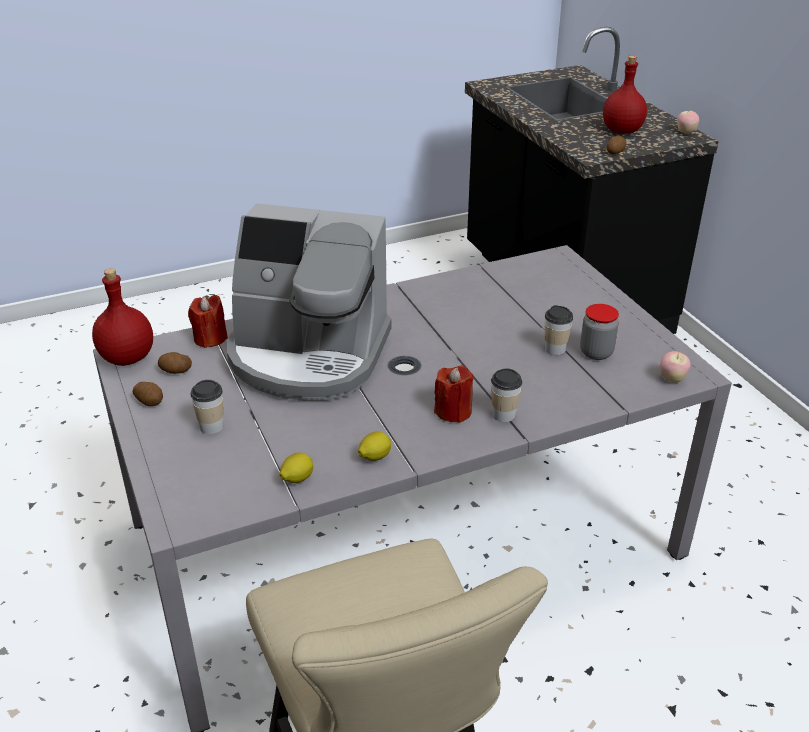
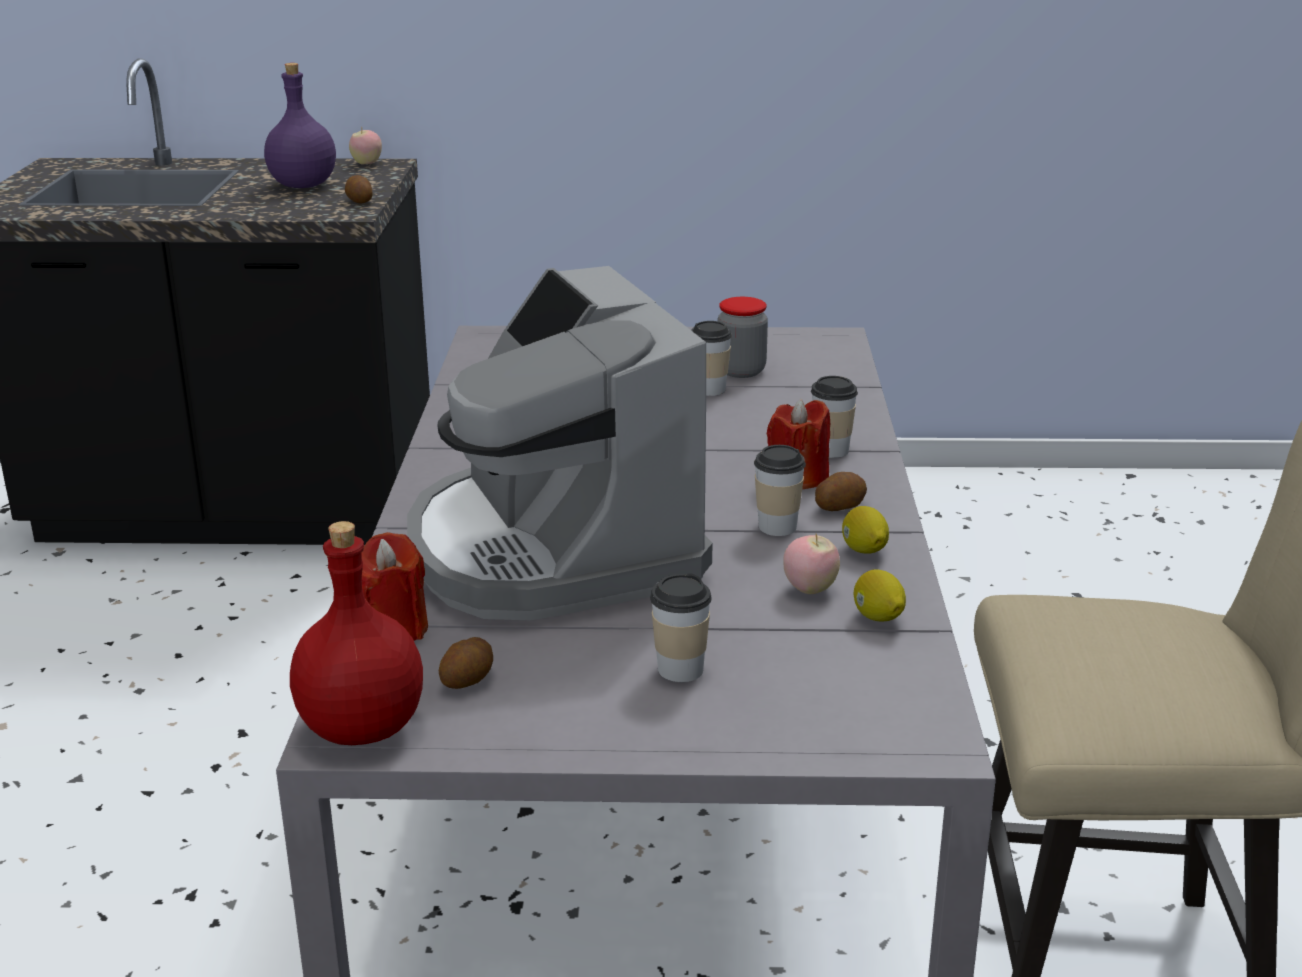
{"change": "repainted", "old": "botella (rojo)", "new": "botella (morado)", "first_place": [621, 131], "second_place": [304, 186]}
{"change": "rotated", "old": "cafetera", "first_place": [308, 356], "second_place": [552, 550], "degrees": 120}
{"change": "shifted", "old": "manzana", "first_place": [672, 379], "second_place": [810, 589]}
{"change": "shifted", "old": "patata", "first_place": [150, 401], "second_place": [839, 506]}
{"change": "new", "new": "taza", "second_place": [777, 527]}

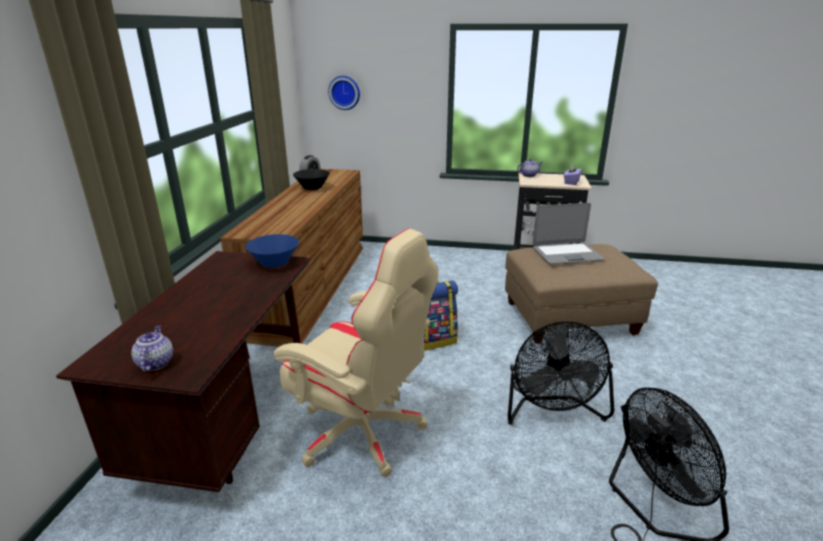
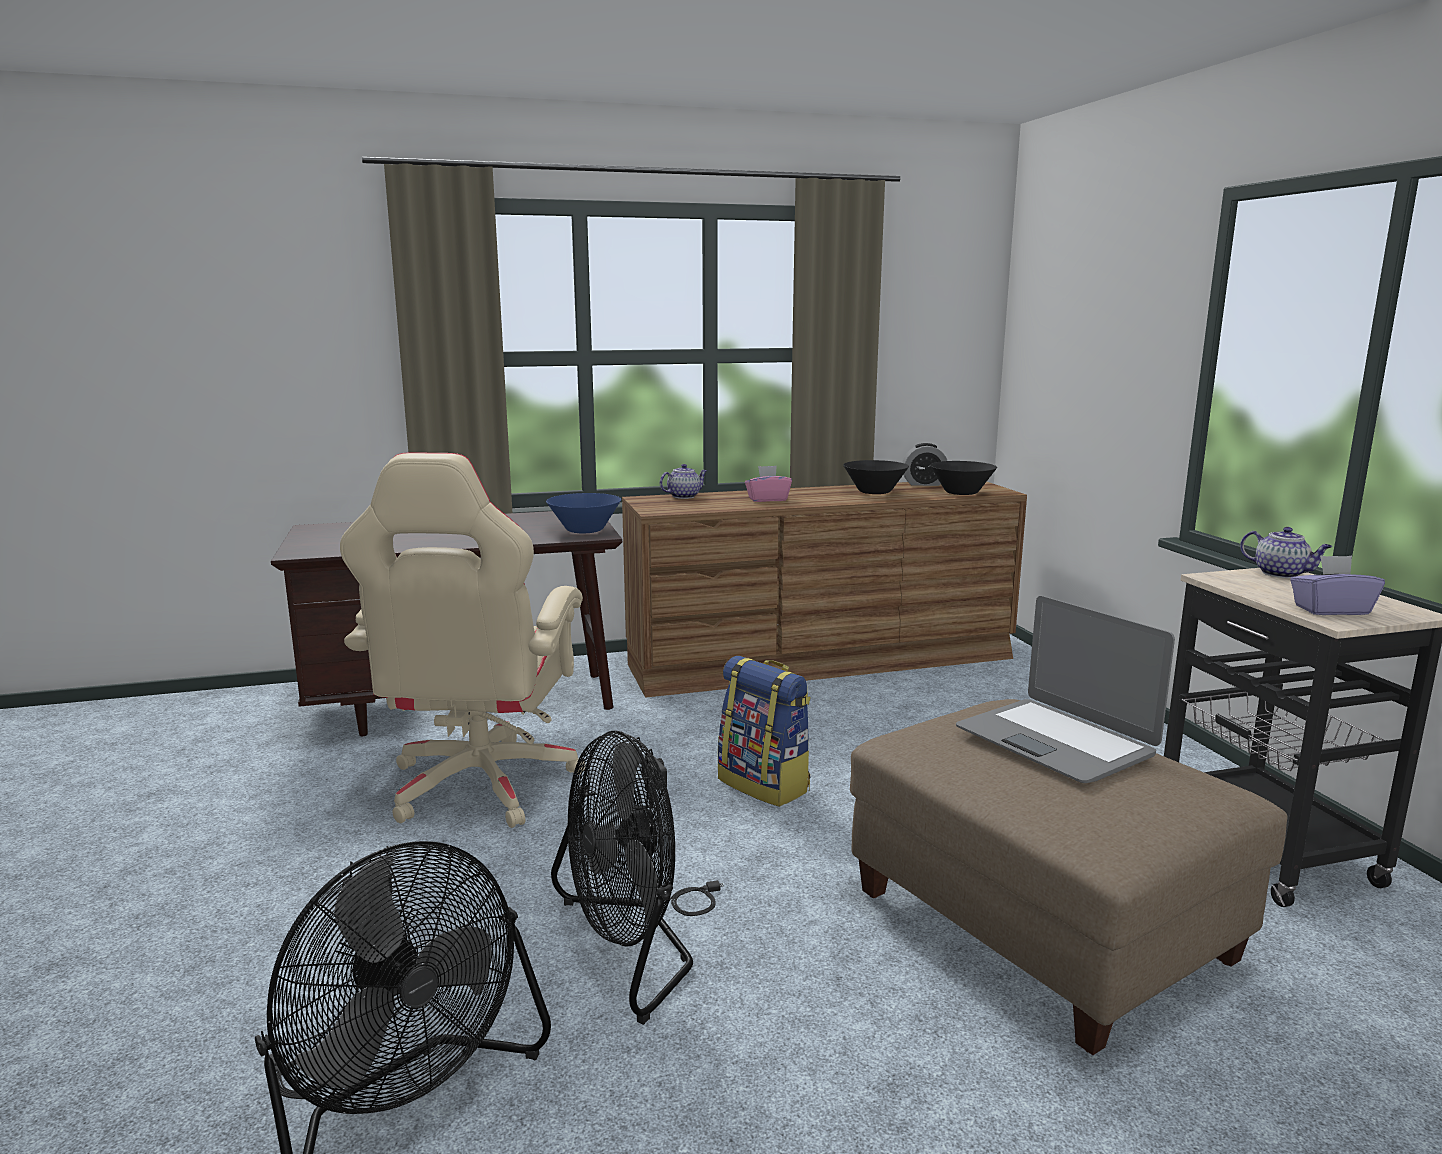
{"change": "gone", "old": "reloj de pared", "first_place": [345, 92]}
{"change": "shifted", "old": "tetera", "first_place": [155, 363], "second_place": [684, 496]}
{"change": "new", "new": "cuenco (negro)", "second_place": [961, 493]}
{"change": "new", "new": "caja de pañuelos (rosa)", "second_place": [767, 499]}

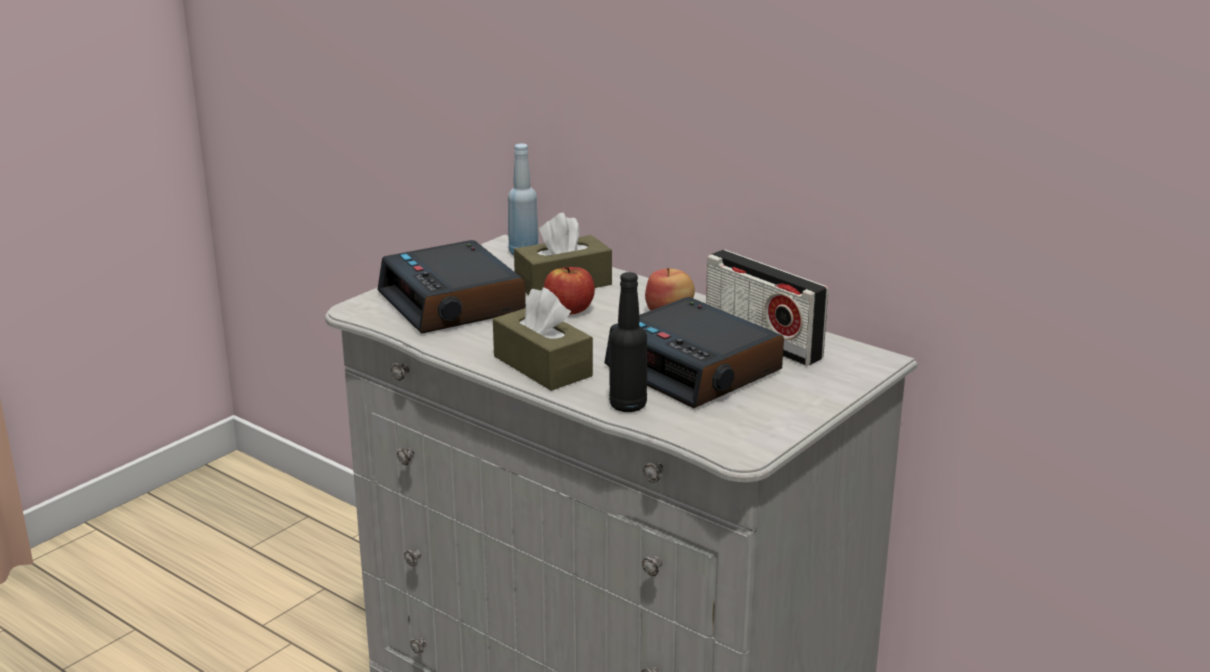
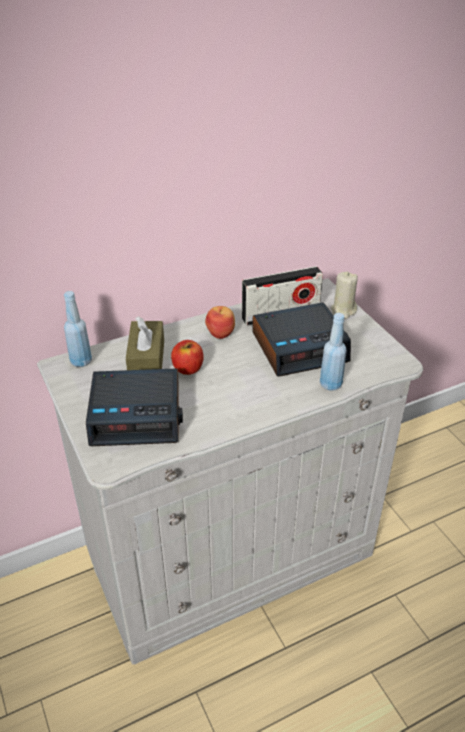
{"change": "repainted", "old": "botella (negro)", "new": "botella (azul)", "first_place": [628, 405], "second_place": [330, 384]}
{"change": "gone", "old": "caja de pañuelos (marrón)", "first_place": [542, 366]}
{"change": "new", "new": "vela (beis)", "second_place": [343, 310]}

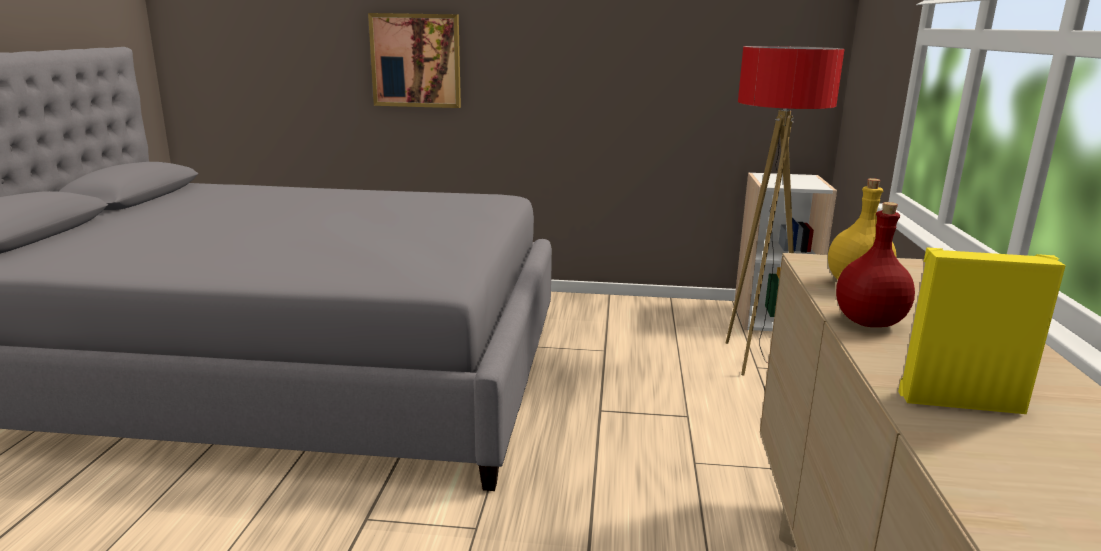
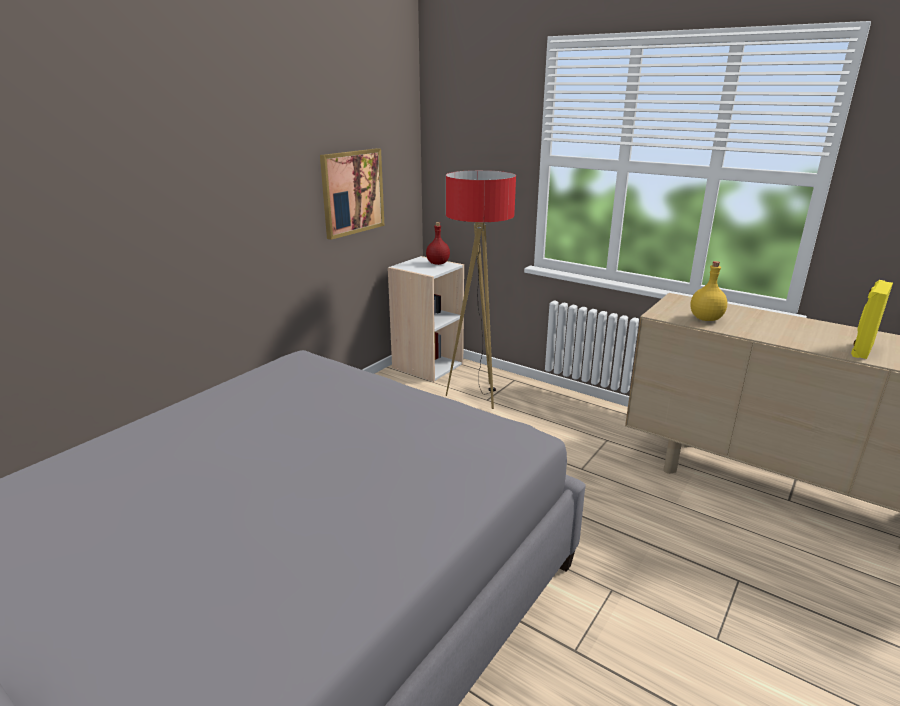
{"change": "shifted", "old": "cuadro", "first_place": [416, 60], "second_place": [352, 192]}
{"change": "shifted", "old": "botella (rojo)", "first_place": [869, 323], "second_place": [438, 263]}

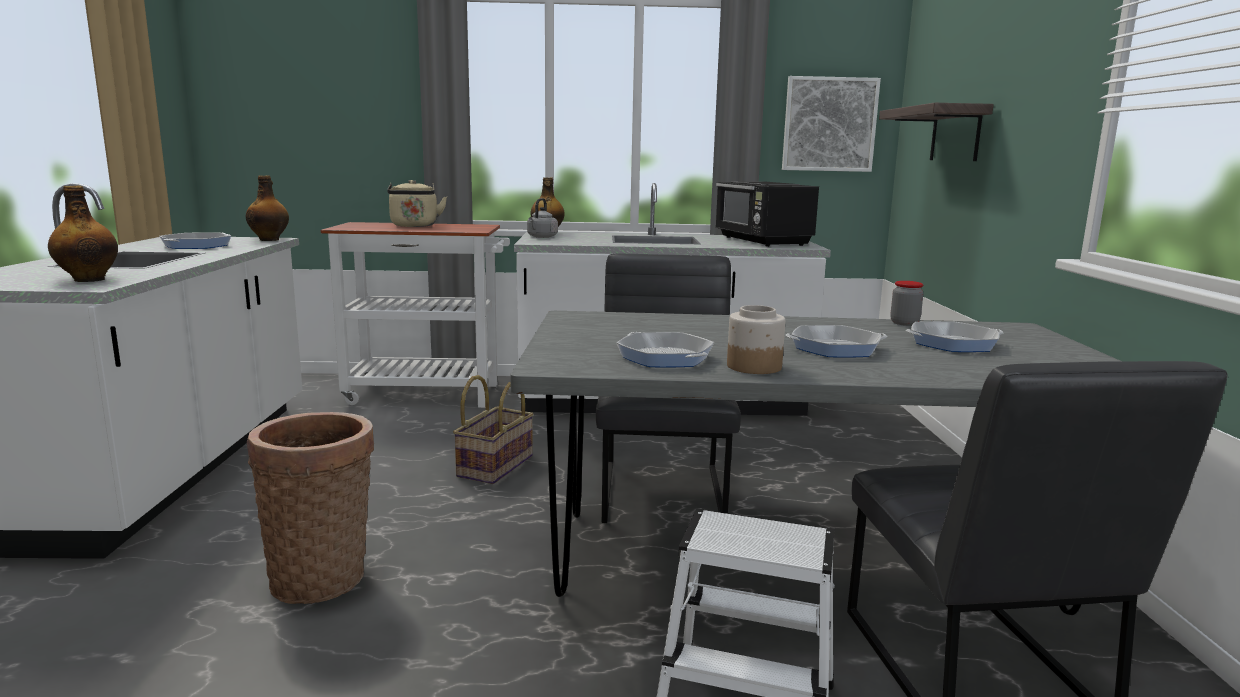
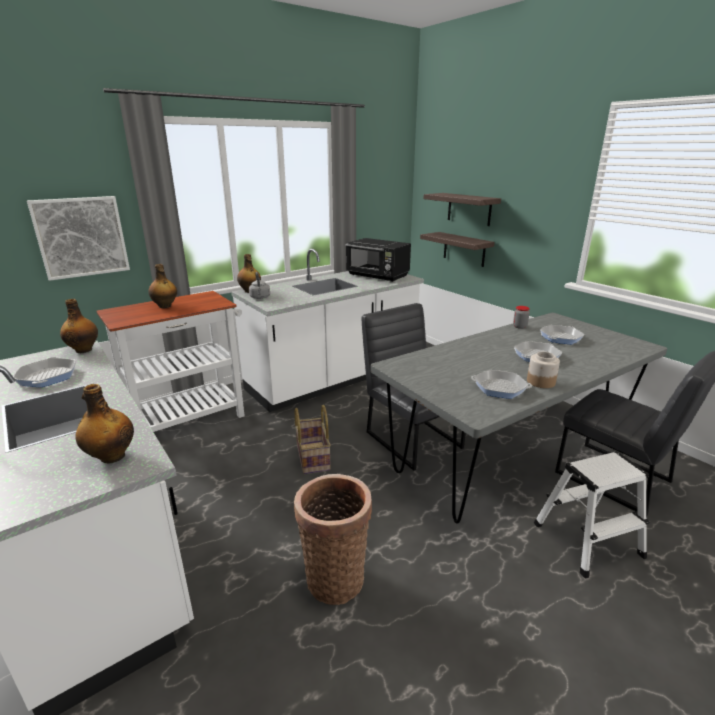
{"change": "shifted", "old": "cuadro", "first_place": [829, 124], "second_place": [81, 237]}
{"change": "swapped", "old": "hervidor (beis)", "new": "botella", "first_place": [414, 226], "second_place": [165, 306]}
{"change": "new", "new": "estante", "second_place": [464, 249]}

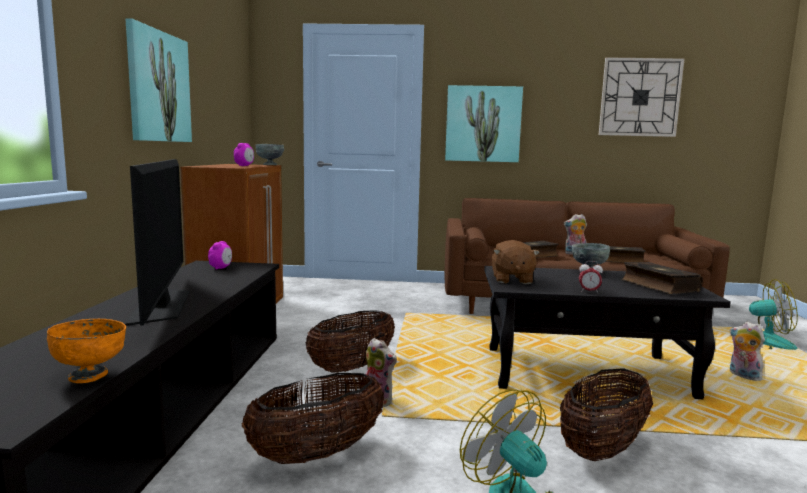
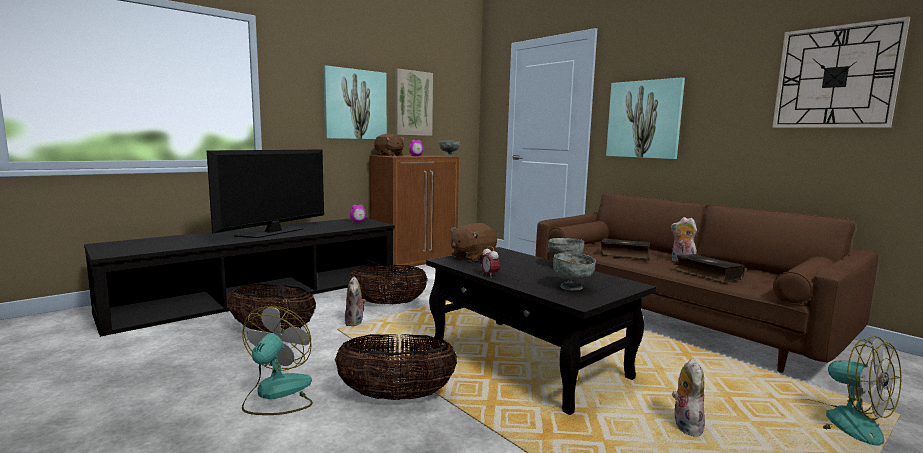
{"change": "swapped", "old": "libro", "new": "cuenco (gris)", "first_place": [658, 286], "second_place": [572, 287]}
{"change": "gone", "old": "cuenco (naranja)", "first_place": [90, 375]}
{"change": "new", "new": "cuadro", "second_place": [413, 103]}
{"change": "new", "new": "peluche (marrón)", "second_place": [389, 155]}

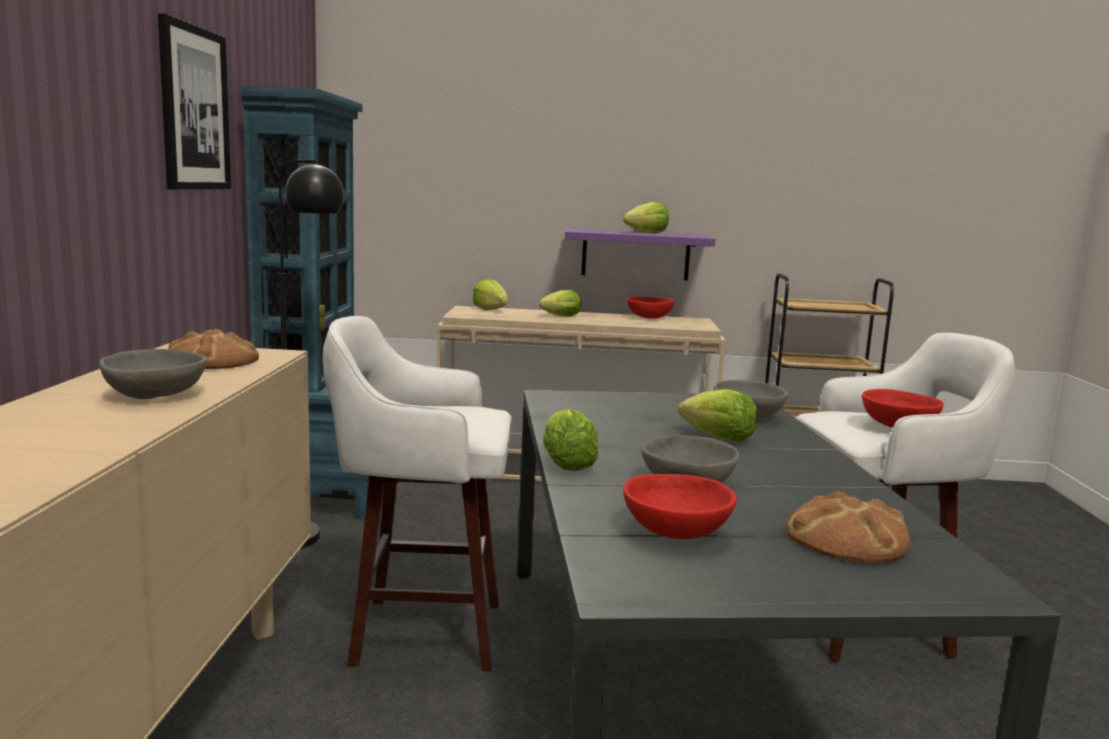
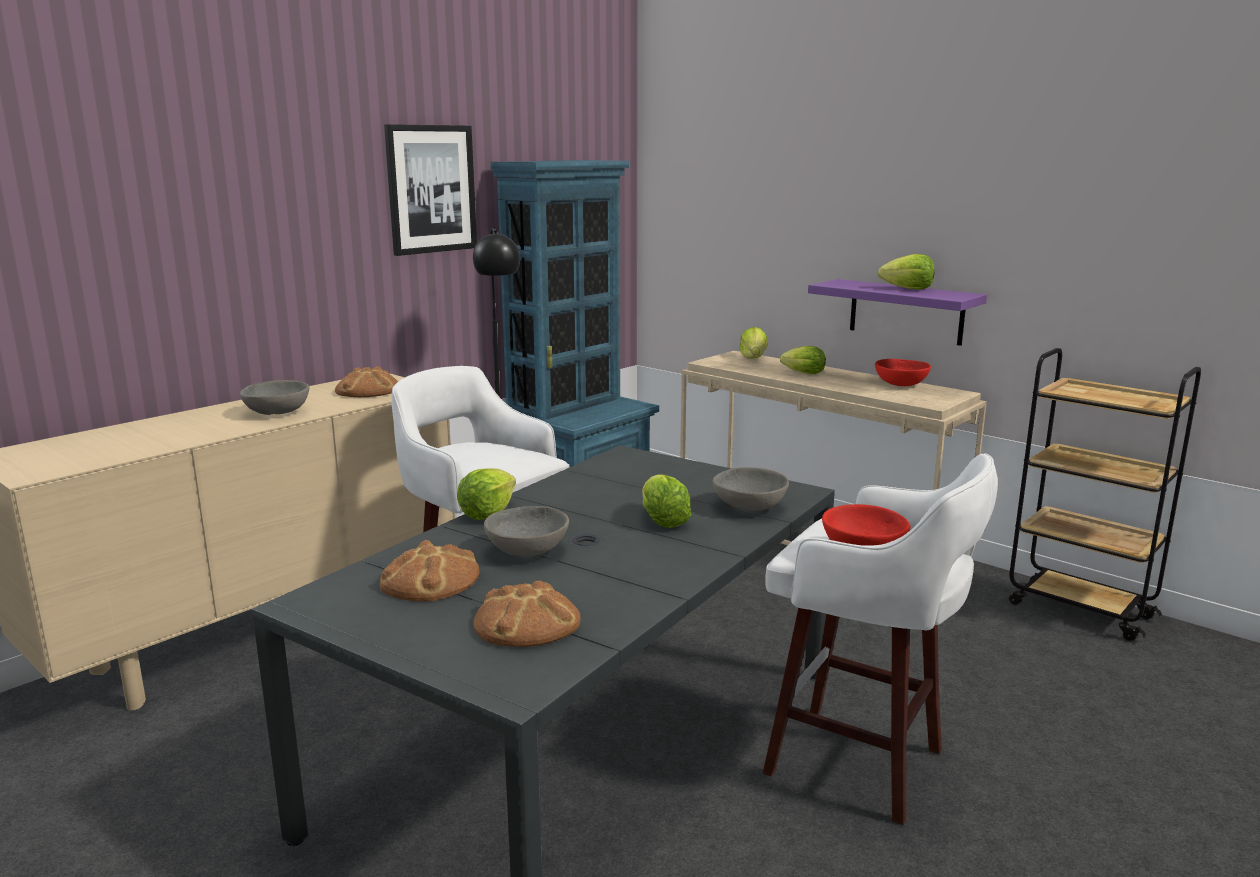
{"change": "swapped", "old": "cuenco (rojo)", "new": "pan", "first_place": [676, 531], "second_place": [429, 579]}

